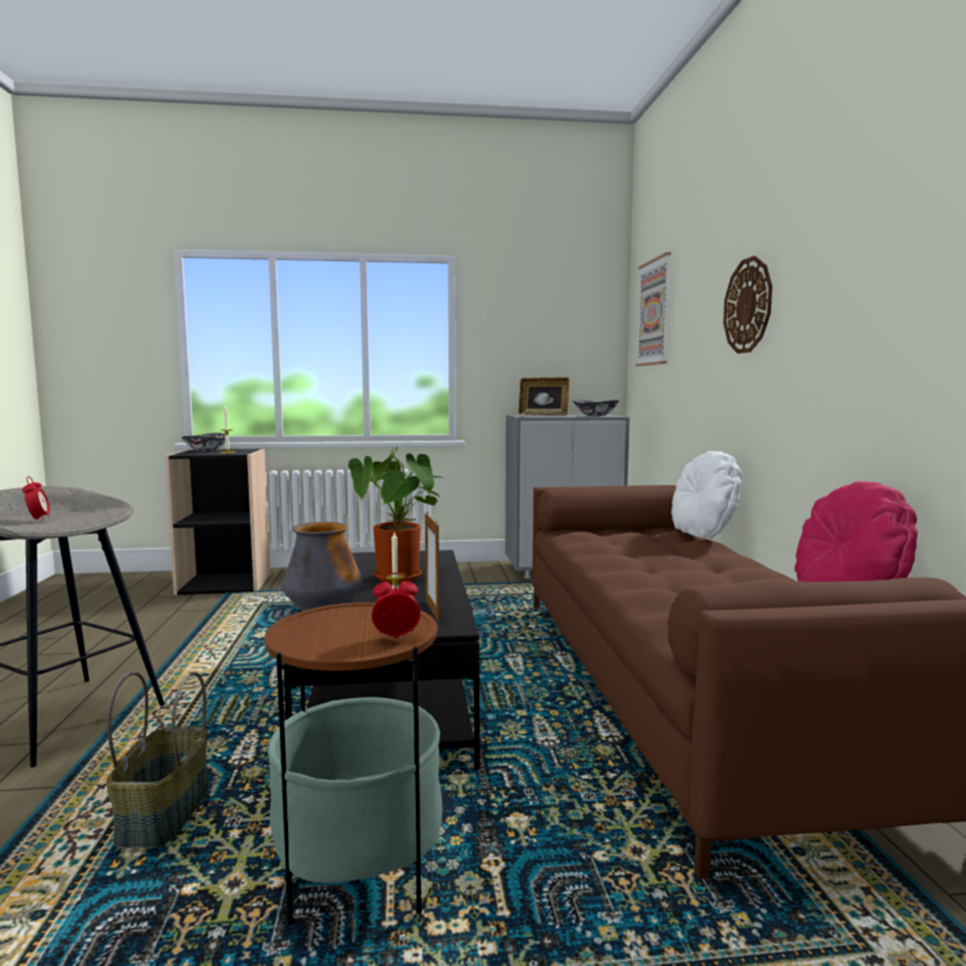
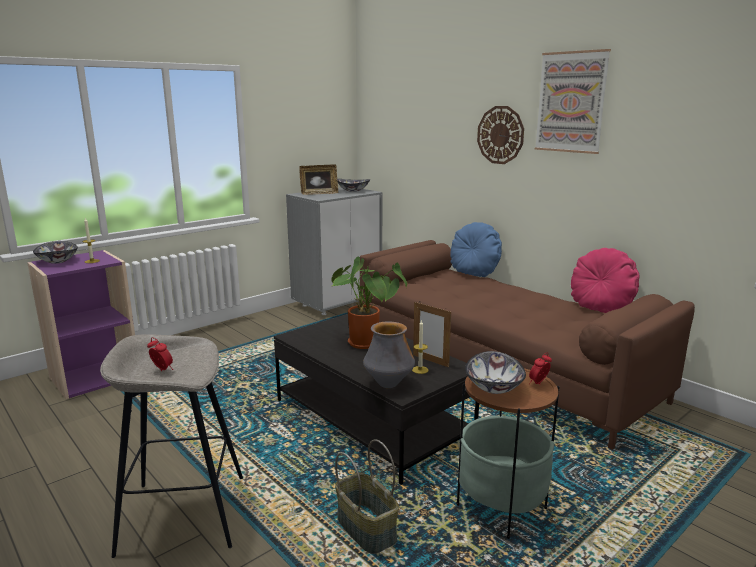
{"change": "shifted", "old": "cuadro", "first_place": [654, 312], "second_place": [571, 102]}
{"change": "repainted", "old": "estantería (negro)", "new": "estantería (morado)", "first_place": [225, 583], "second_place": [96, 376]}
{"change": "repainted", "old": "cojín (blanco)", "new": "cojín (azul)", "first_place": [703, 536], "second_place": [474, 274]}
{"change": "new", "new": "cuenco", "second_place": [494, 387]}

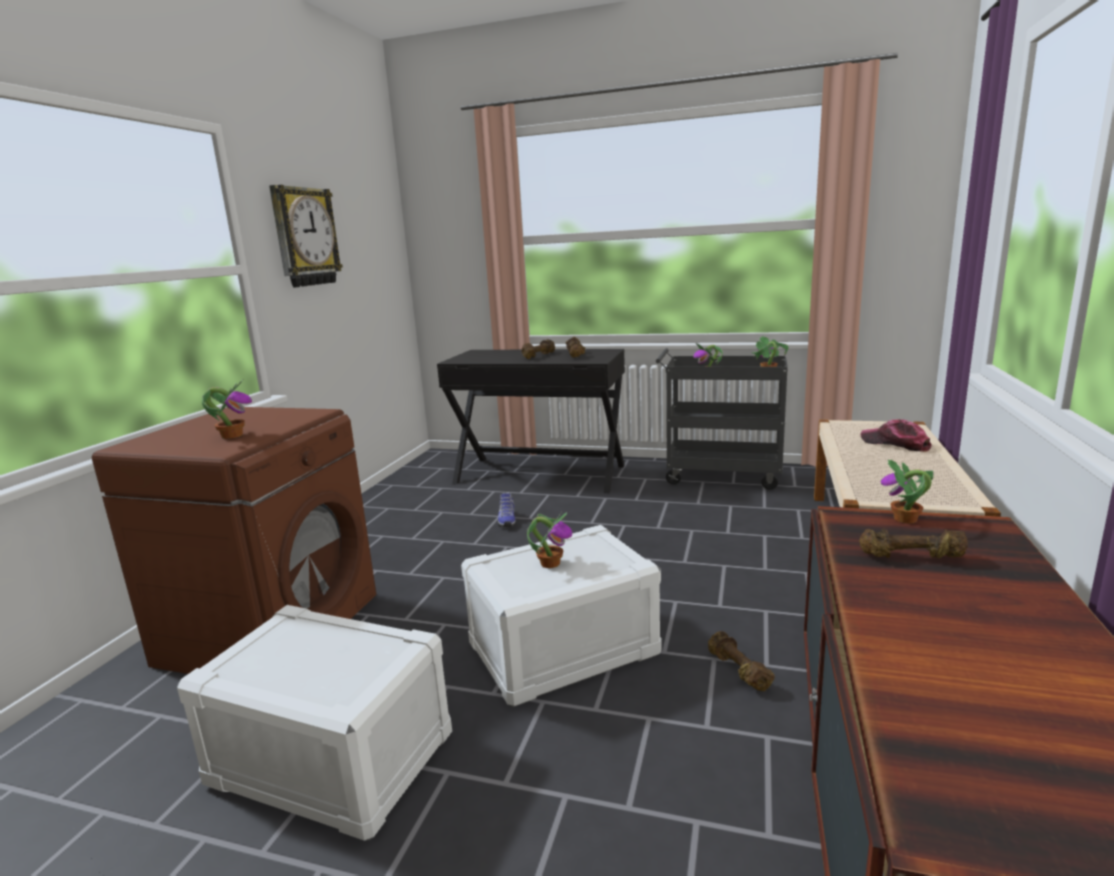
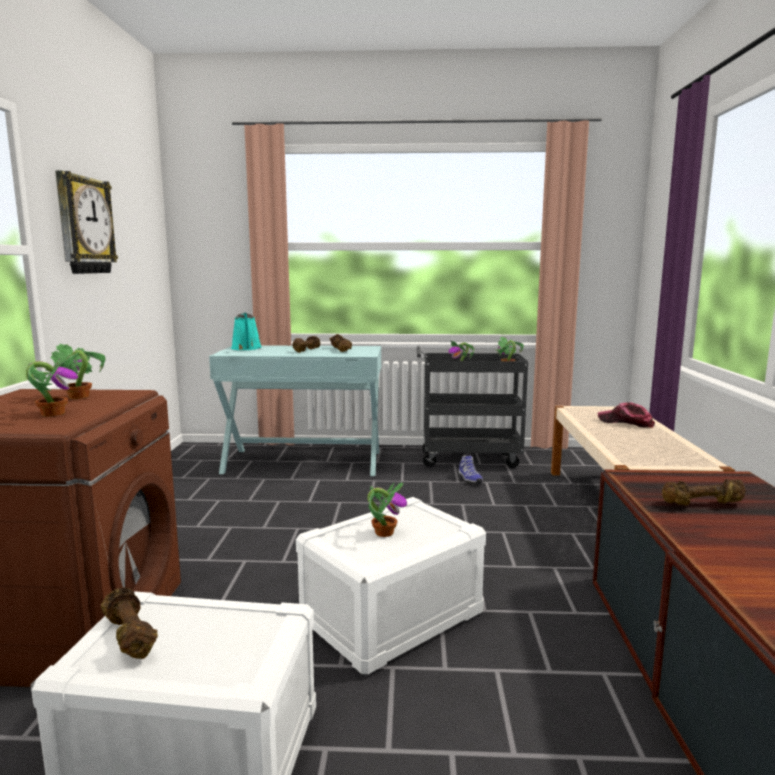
{"change": "repainted", "old": "escritorio (negro)", "new": "escritorio (turquesa)", "first_place": [540, 474], "second_place": [303, 462]}
{"change": "shifted", "old": "planta en maceta", "first_place": [905, 519], "second_place": [78, 397]}
{"change": "shifted", "old": "zapato", "first_place": [506, 520], "second_place": [469, 479]}
{"change": "shifted", "old": "mancuerna (marrón)", "first_place": [737, 671], "second_place": [129, 636]}
{"change": "new", "new": "regadera (turquesa)", "second_place": [246, 348]}

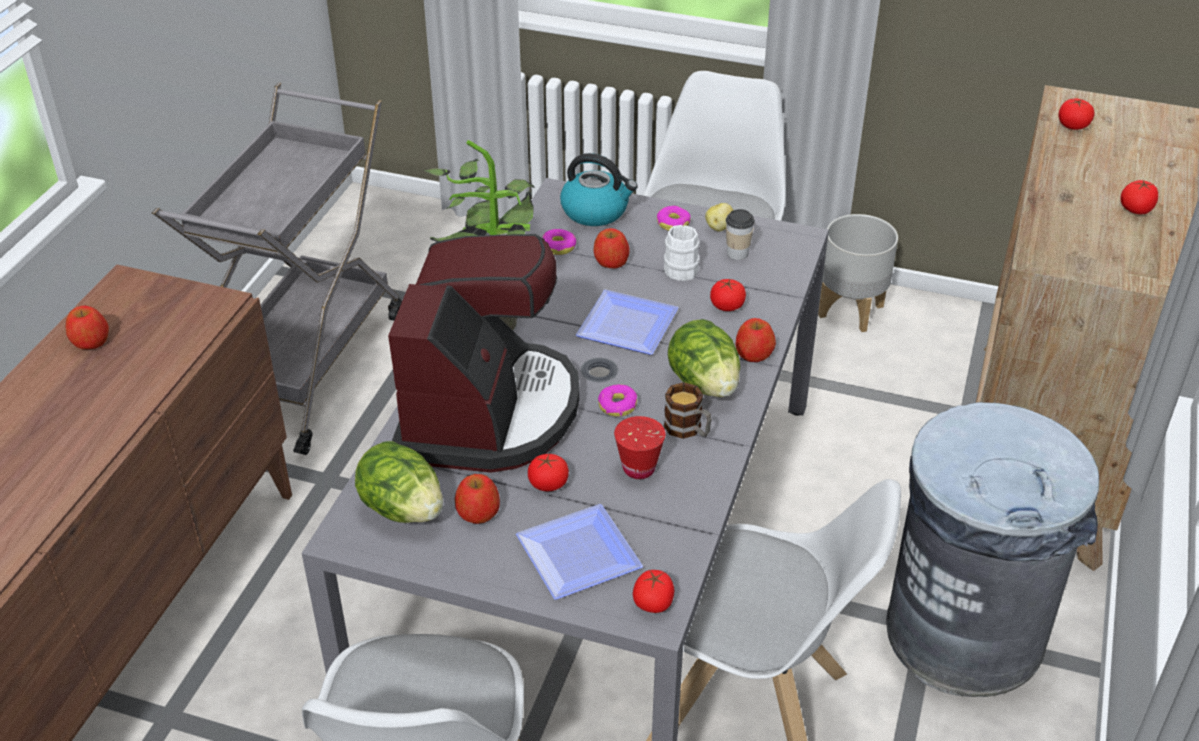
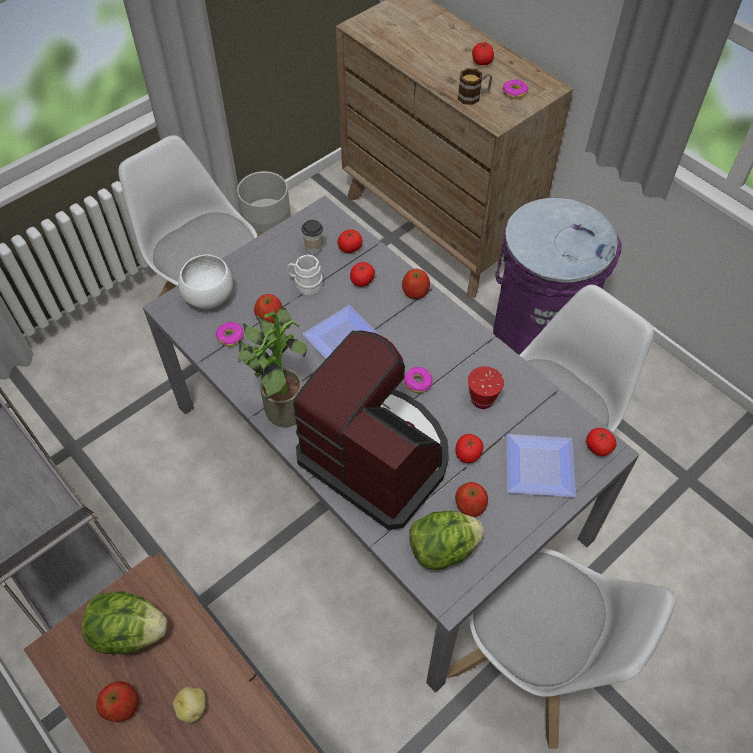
{"change": "shifted", "old": "tomate", "first_place": [1073, 126], "second_place": [350, 248]}
{"change": "swapped", "old": "hervidor", "new": "cuenco (blanco)", "first_place": [596, 211], "second_place": [208, 298]}
{"change": "shifted", "old": "patata", "first_place": [720, 228], "second_place": [192, 707]}
{"change": "shifted", "old": "rosquilla", "first_place": [673, 223], "second_place": [514, 93]}
{"change": "shifted", "old": "lechuga", "first_place": [704, 384], "second_place": [129, 632]}
{"change": "shifted", "old": "taza grande", "first_place": [688, 430], "second_place": [473, 96]}
{"change": "repainted", "old": "papelera (gris)", "new": "papelera (morado)", "first_place": [964, 633], "second_place": [538, 332]}

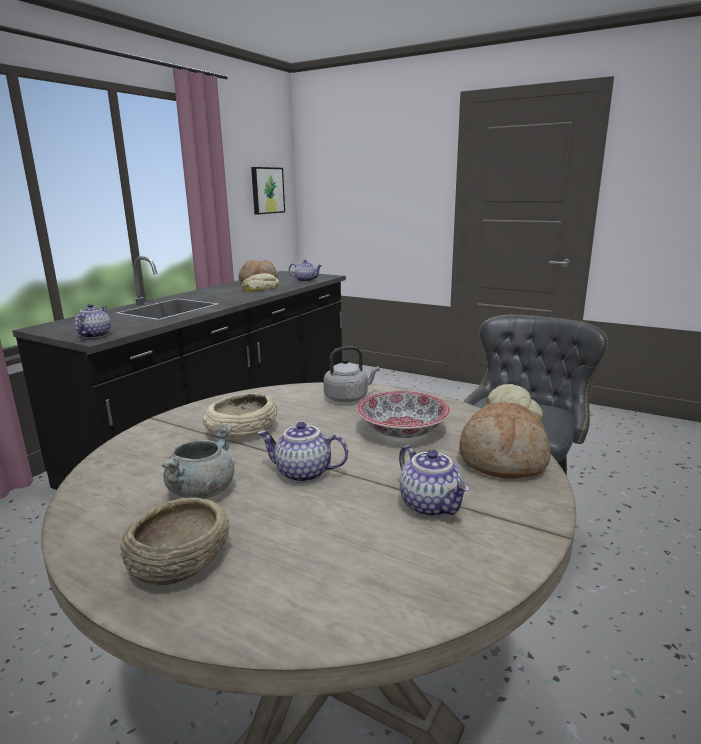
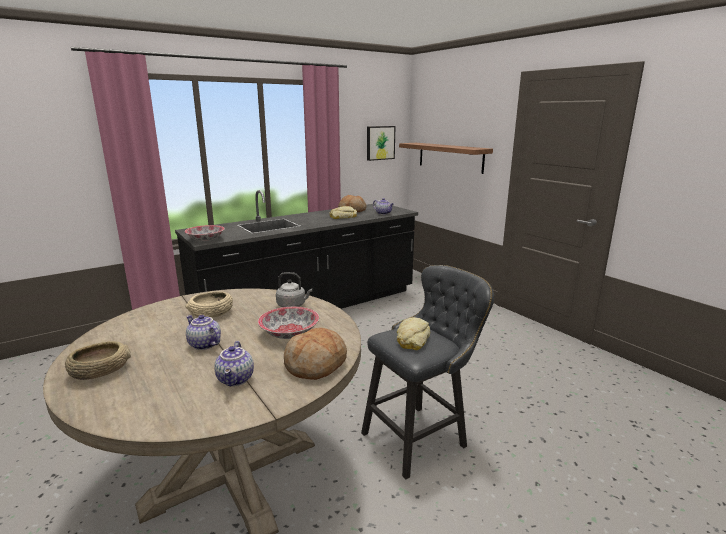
{"change": "swapped", "old": "tetera", "new": "cuenco", "first_place": [94, 335], "second_place": [205, 239]}
{"change": "gone", "old": "olla (gris)", "first_place": [201, 490]}
{"change": "new", "new": "estante", "second_place": [450, 157]}

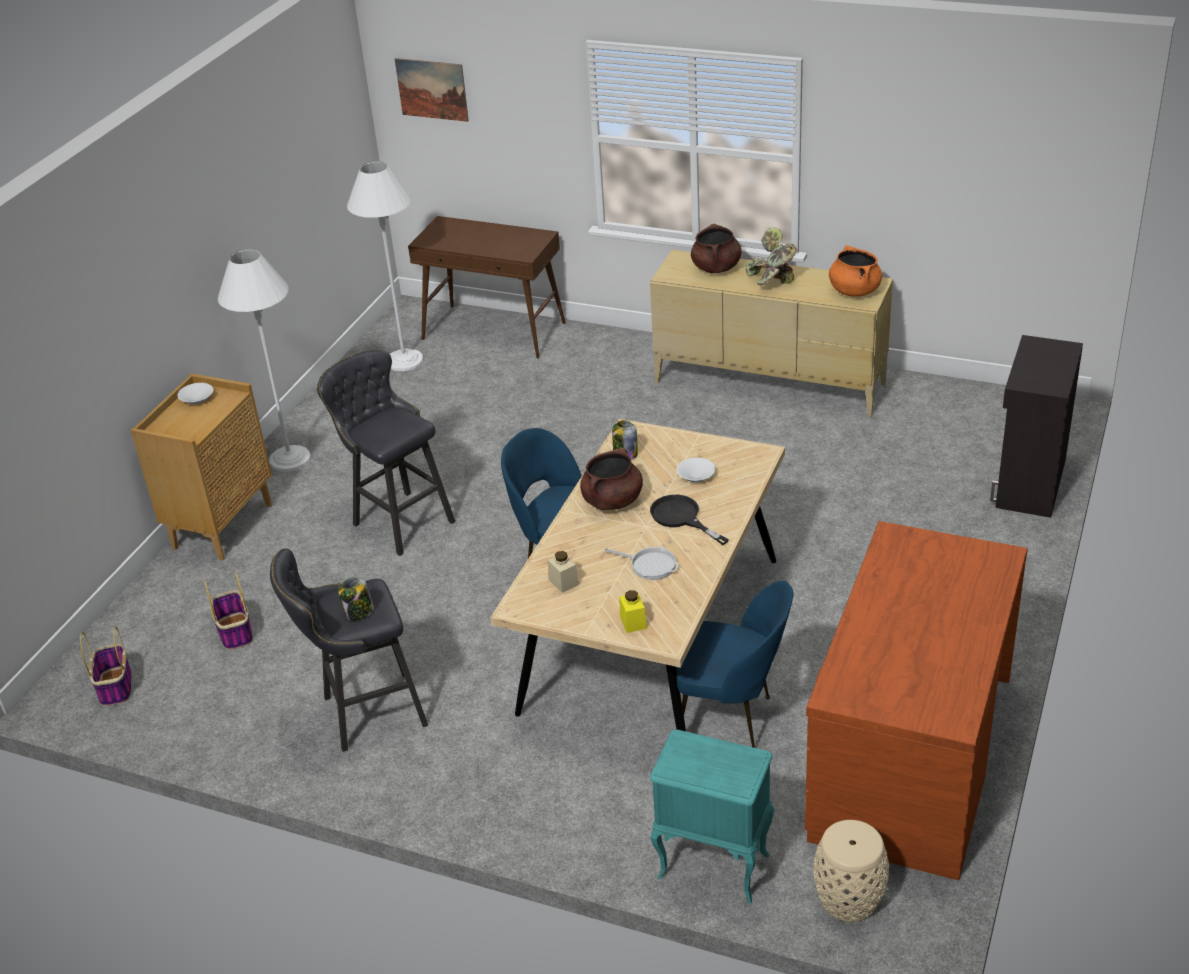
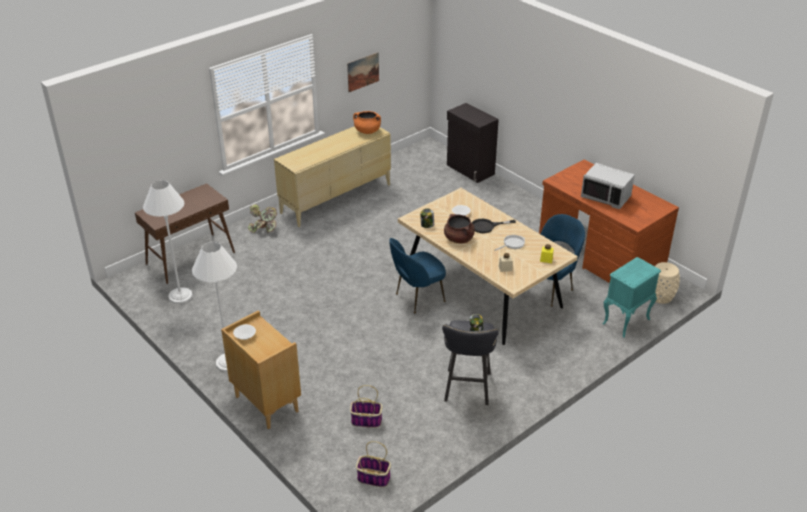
{"change": "shifted", "old": "cuadro", "first_place": [432, 89], "second_place": [363, 72]}
{"change": "gone", "old": "olla (marrón)", "first_place": [716, 268]}
{"change": "shifted", "old": "planta en maceta", "first_place": [771, 280], "second_place": [264, 229]}
{"change": "gone", "old": "taburete (negro)", "first_place": [396, 518]}
{"change": "new", "new": "microondas (gris)", "second_place": [606, 197]}

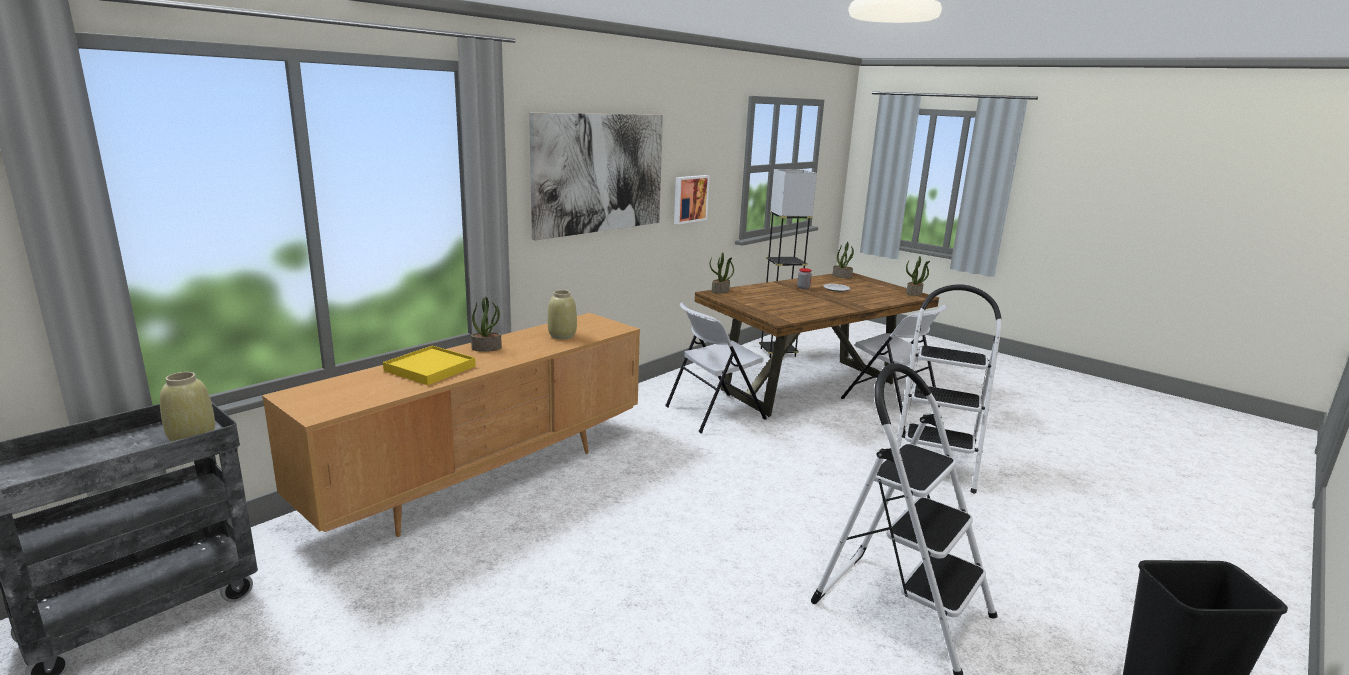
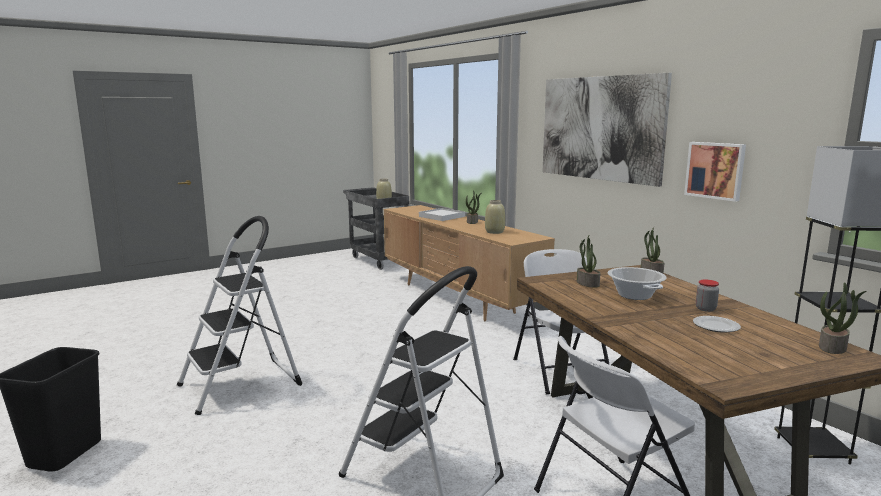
{"change": "shifted", "old": "planta en maceta", "first_place": [914, 293], "second_place": [587, 283]}
{"change": "repainted", "old": "bandeja (amarillo)", "new": "bandeja (blanco)", "first_place": [430, 369], "second_place": [441, 216]}
{"change": "new", "new": "olla", "second_place": [635, 295]}

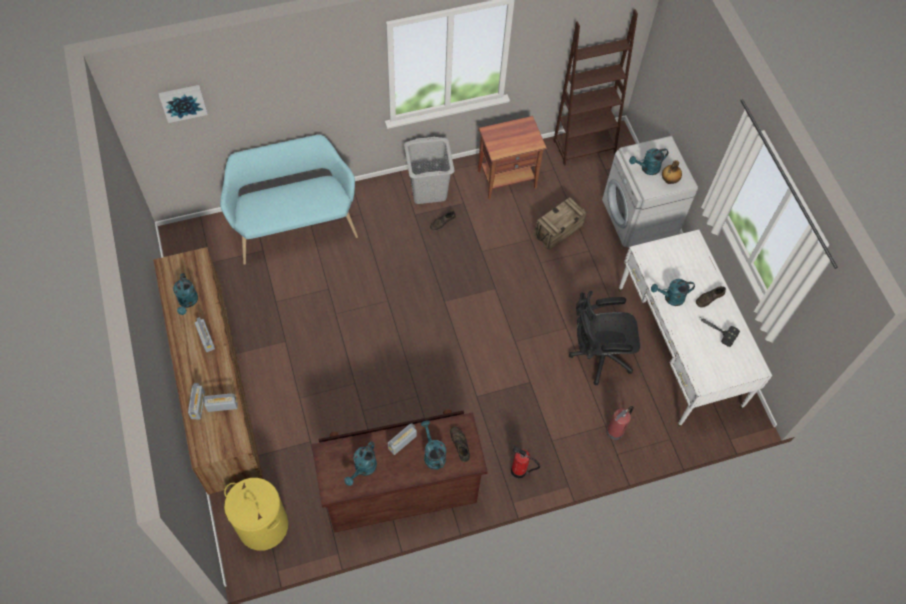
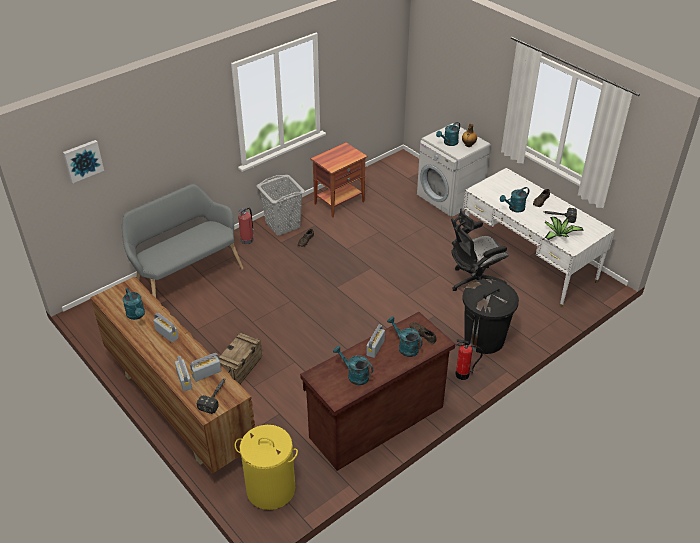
{"change": "gone", "old": "estantería (marrón)", "first_place": [584, 146]}
{"change": "repainted", "old": "banco (turquesa)", "new": "banco (gris)", "first_place": [294, 226], "second_place": [186, 277]}
{"change": "shifted", "old": "caja de embalaje", "first_place": [558, 231], "second_place": [241, 368]}
{"change": "shifted", "old": "extintor", "first_place": [615, 431], "second_place": [247, 239]}
{"change": "rotated", "old": "regadera (turquesa)", "first_place": [363, 469], "second_place": [354, 375], "degrees": 120}
{"change": "new", "new": "planta en maceta", "second_place": [559, 234]}
{"change": "new", "new": "papelera (negro)", "second_place": [484, 339]}
{"change": "new", "new": "martillo", "second_place": [215, 397]}

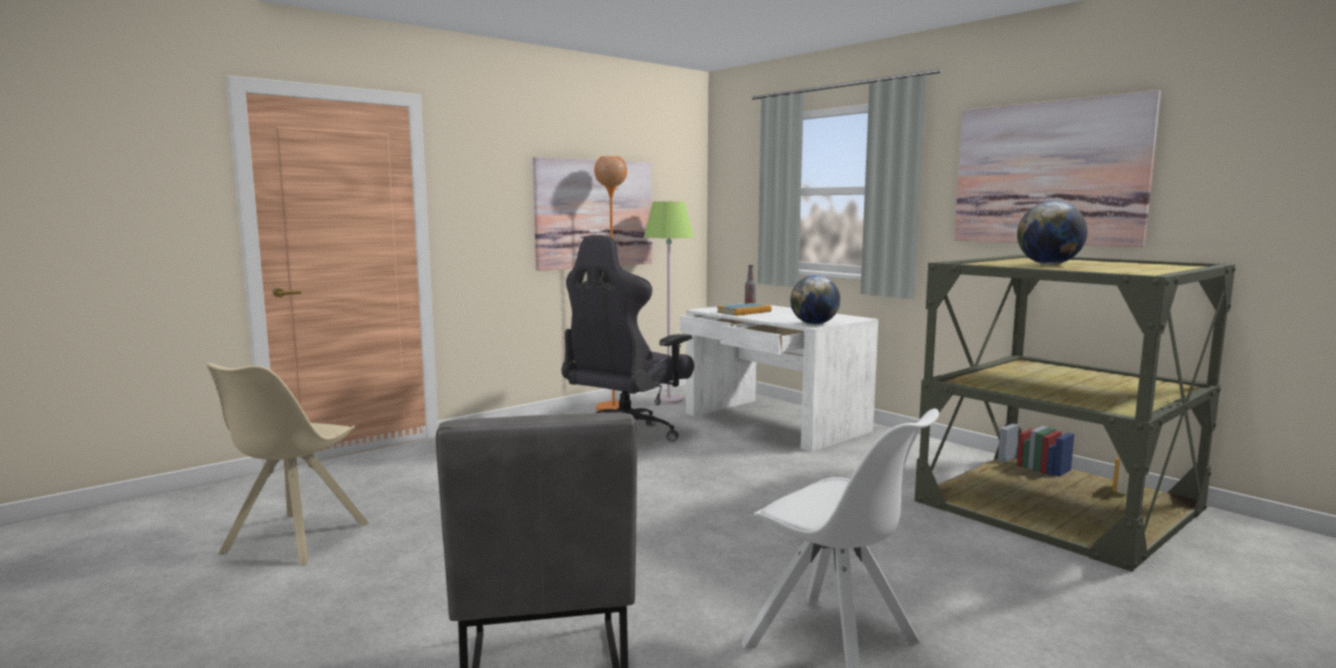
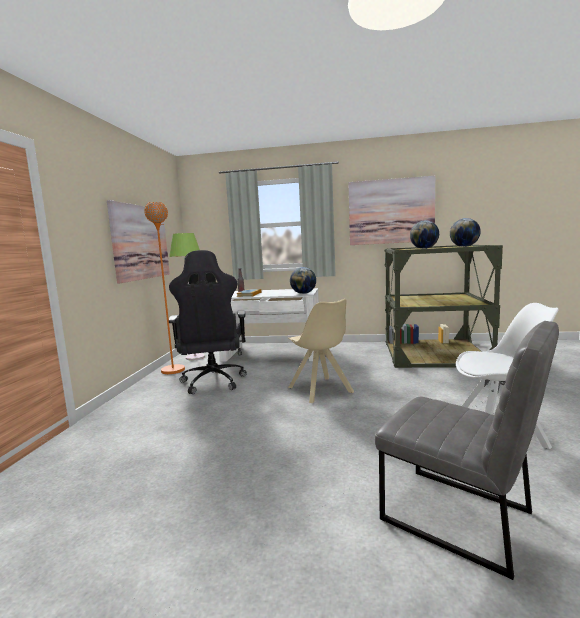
{"change": "shifted", "old": "silla (beis)", "first_place": [294, 539], "second_place": [320, 390]}
{"change": "new", "new": "globo terráqueo", "second_place": [464, 246]}

